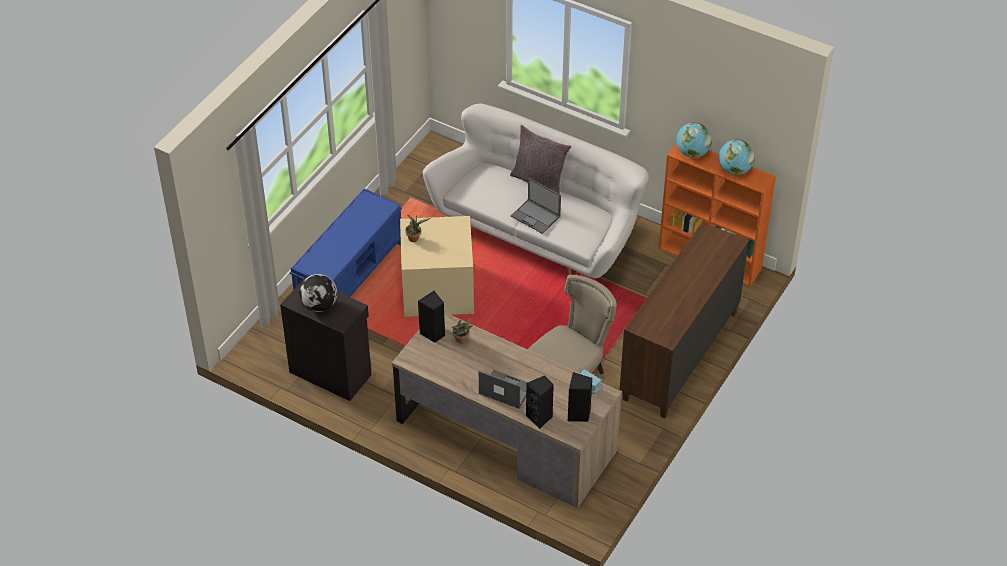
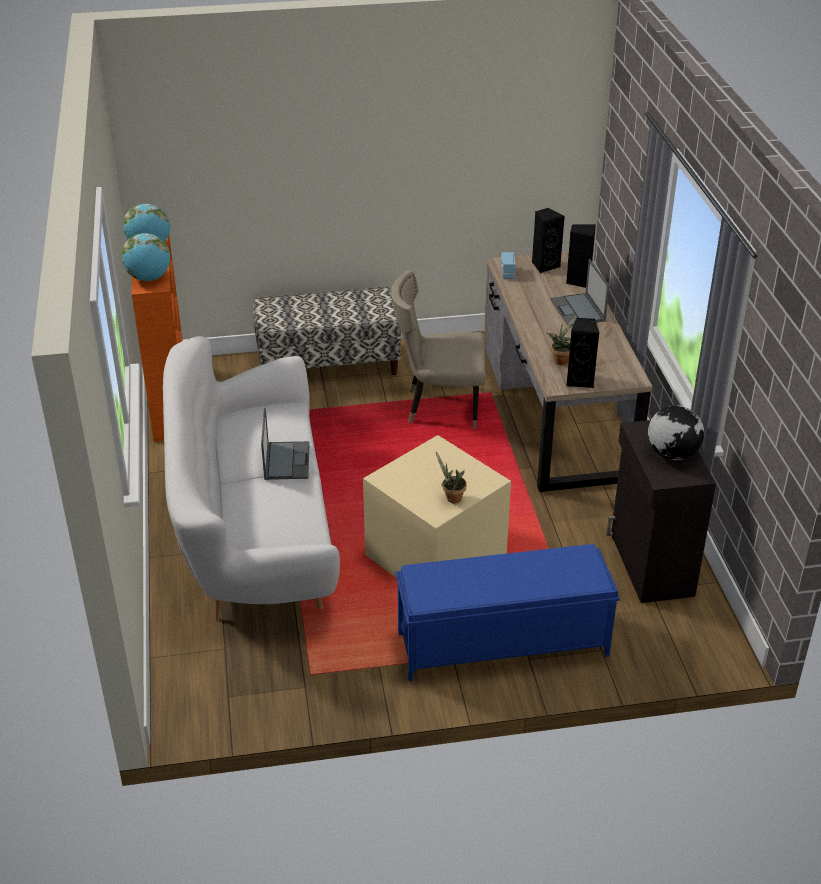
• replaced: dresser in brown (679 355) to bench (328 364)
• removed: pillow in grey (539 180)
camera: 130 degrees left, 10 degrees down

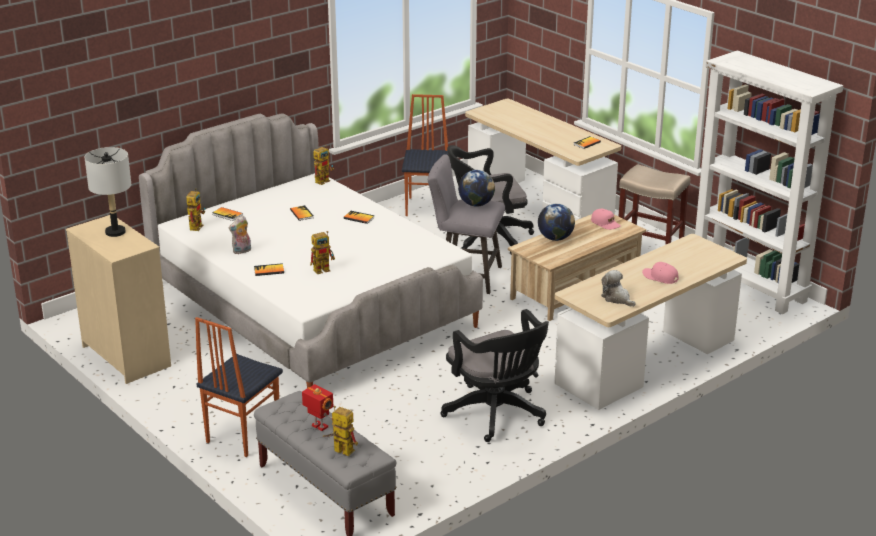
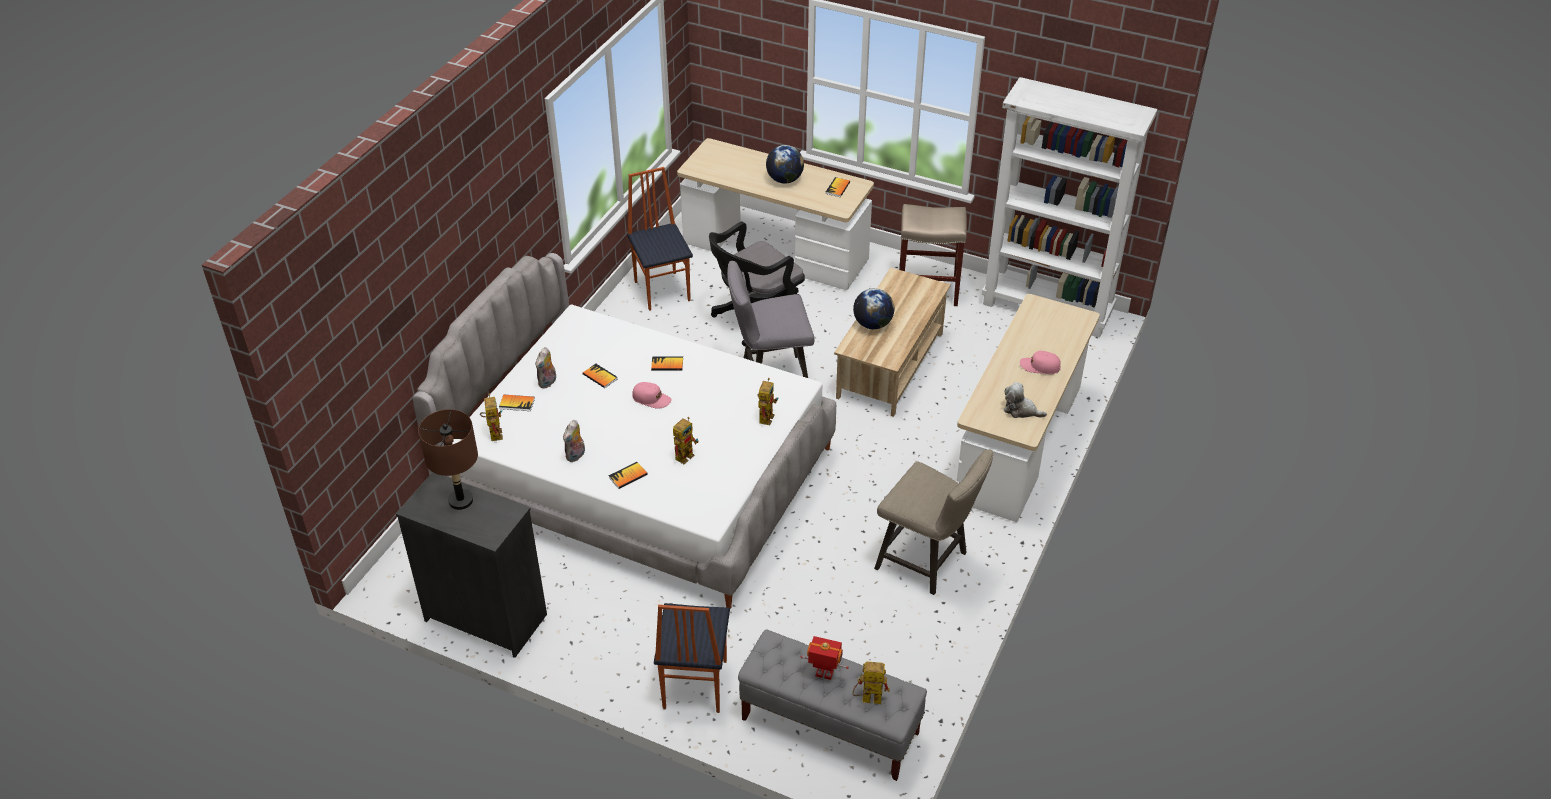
• recoloured: dresser in beige (127 356) to dresser in black (486 617)
• recoloured: table lamp in grey (115 232) to table lamp in brown (460 501)
• added: plush toy (548 383)
• moved: cap in pink (605 223) to (651 399)
• moved: toy robot (323 180) to (766 415)
• moved: globe (476 204) to (784 180)
• replaced: office chair in black (497 415) to stool in beige (927 562)
camera: 25 degrees left, 15 degrees up

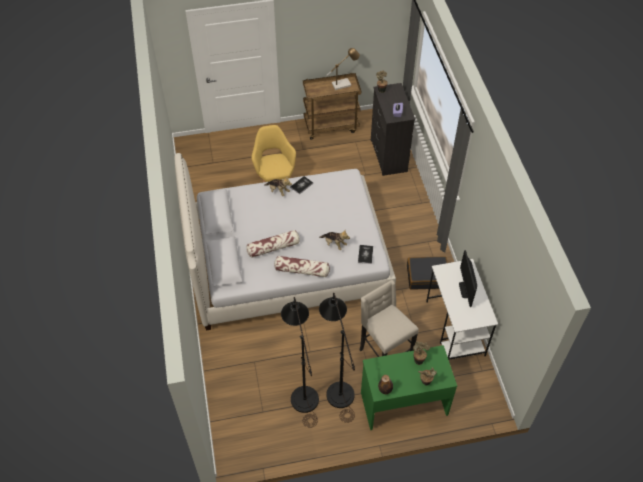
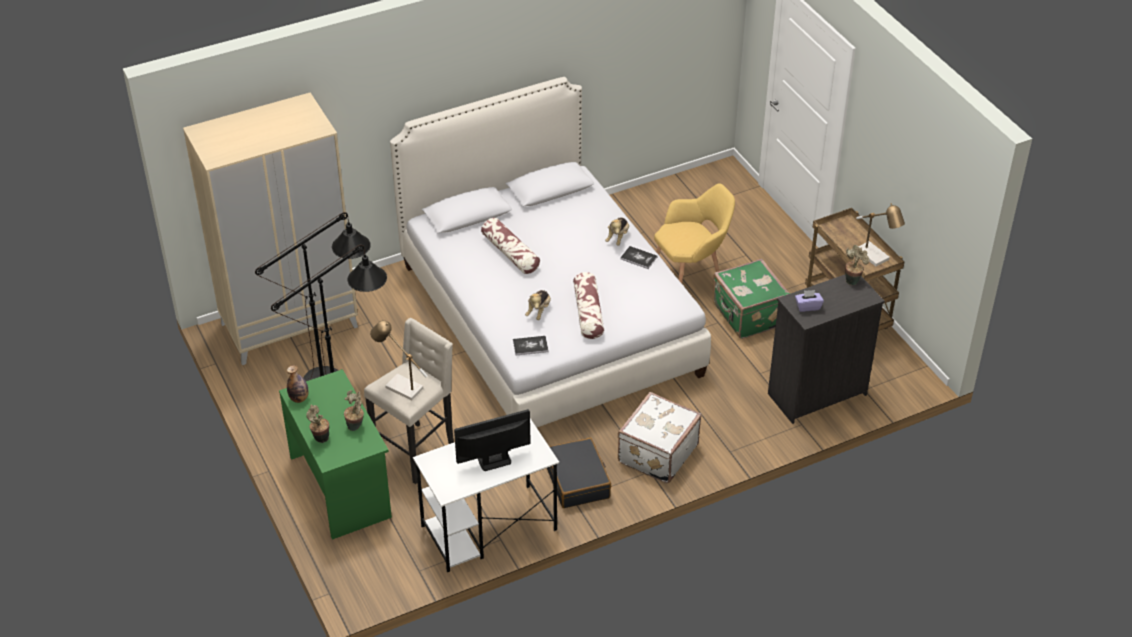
• added: wardrobe in beige (290 324)
• added: table lamp (399 386)
• moved: pillow (302 270) to (588 313)
• added: suitcase in white (656 453)
• added: suitcase in green (748 315)
camera: 75 degrees right, 10 degrees down

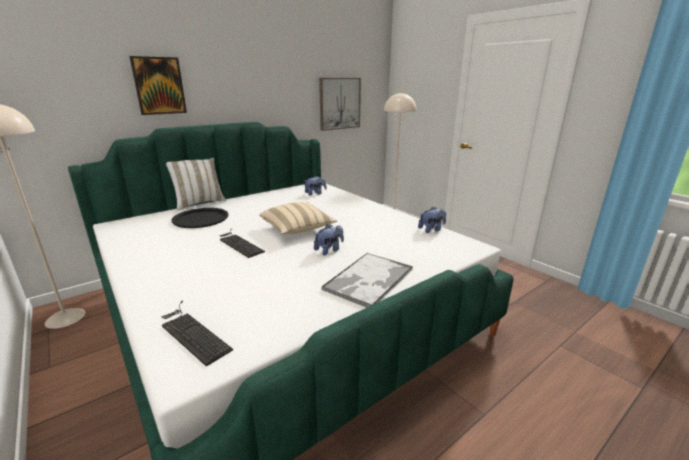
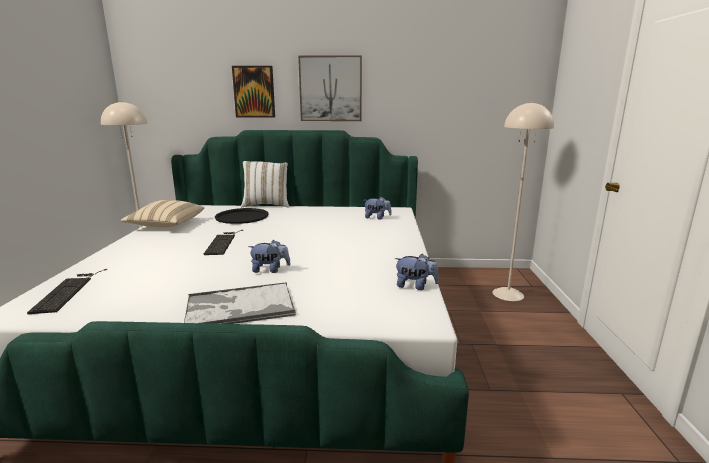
• moved: pillow in beige (297 229) to (166 225)
• moved: picture (339 103) to (330 89)
camera: 40 degrees right, 5 degrees down

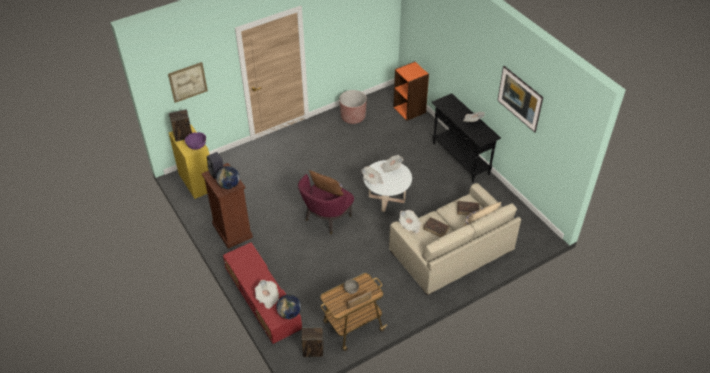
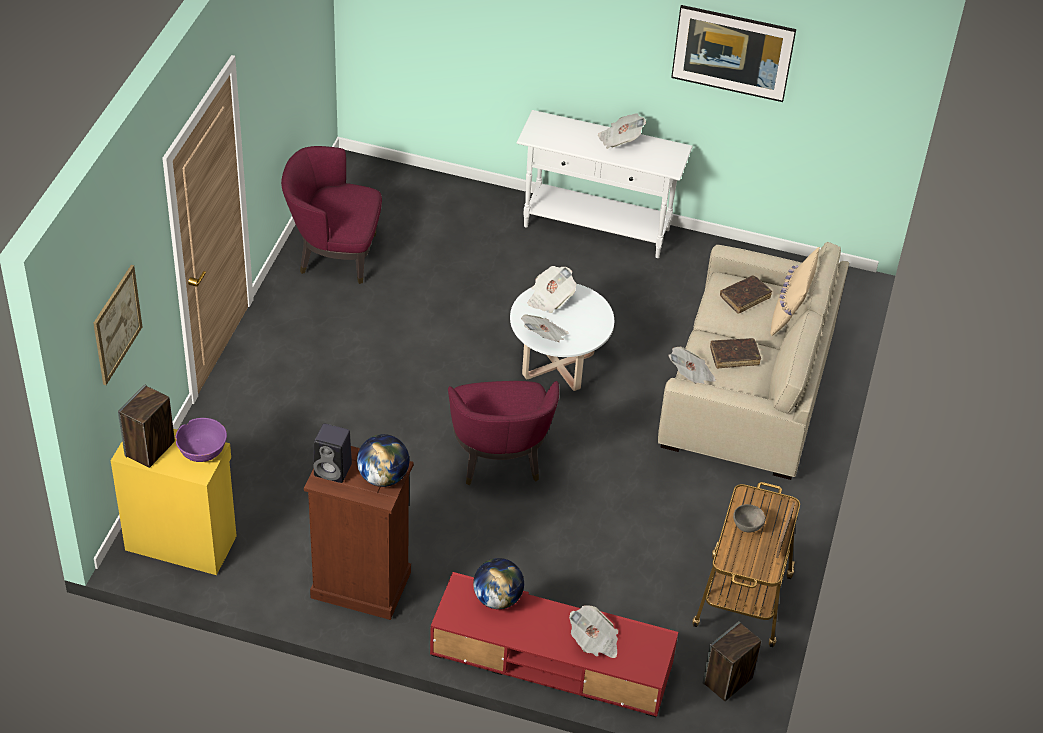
• replaced: planter in brown (353 117) to armchair in purple (334 255)
• moved: globe (289 313) to (497 598)
• recoloured: console table in black (460 159) to console table in white (597 228)
• removed: pillow in brown (327 194)
• removed: bookcase in orange (410 110)
camera: 45 degrees left, 0 degrees up

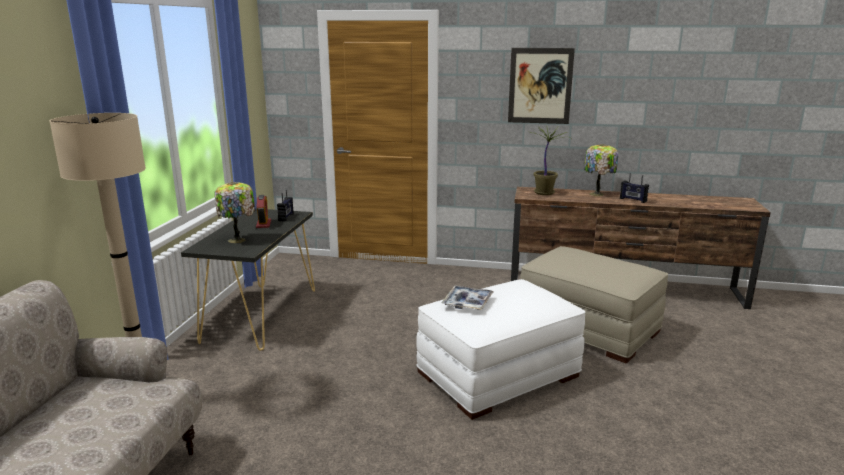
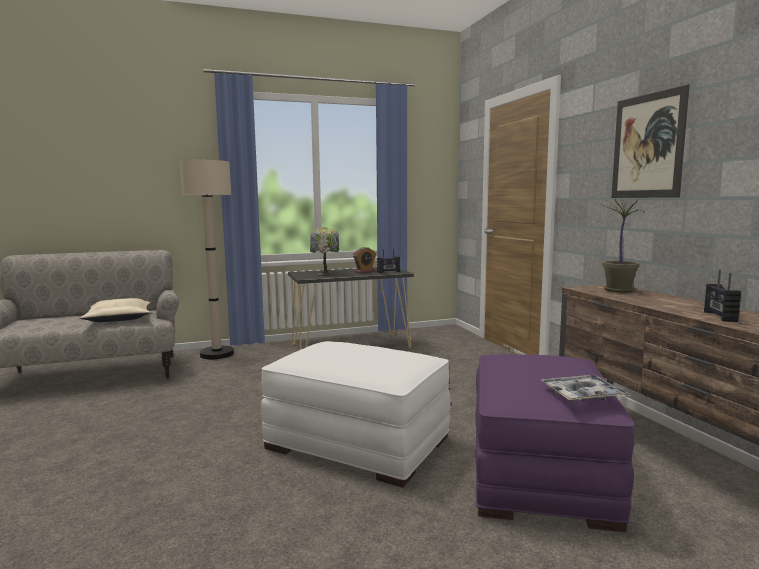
• added: pillow in beige (120 319)
• recoloured: ottoman in beige (588 327) to ottoman in purple (540 472)
• moved: tray (467 303) to (582 395)
• removed: table lamp (597 194)
camera: 60 degrees right, 10 degrees down

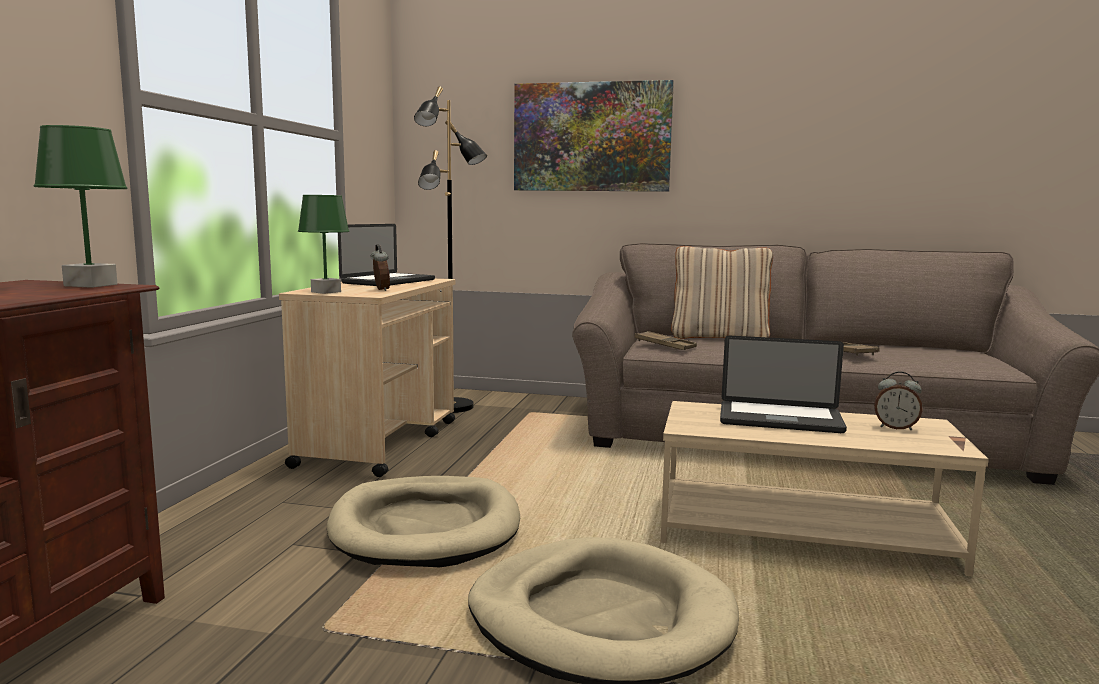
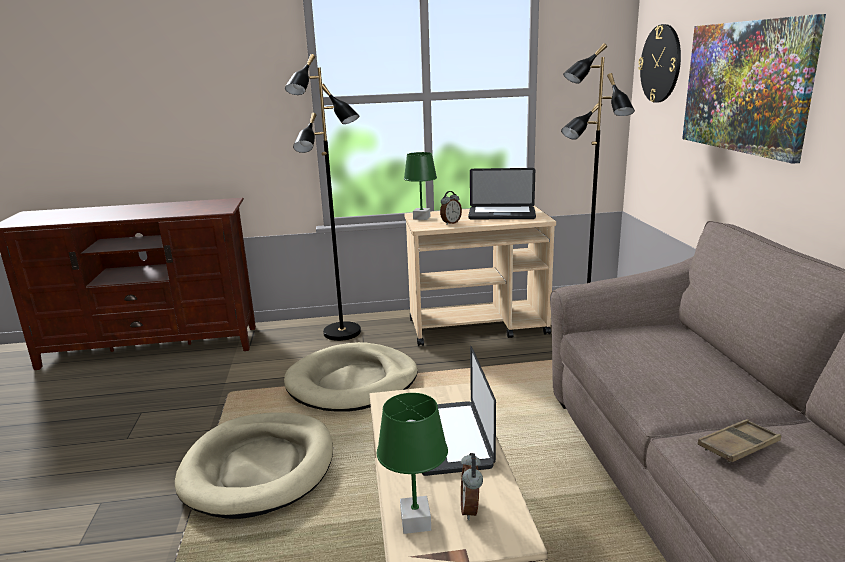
• added: floor lamp in black (342 333)
• moved: table lamp in green (92 285) to (416 522)
• added: wall clock (660 64)
• removed: tray in brown (665 345)
• removed: pillow in beige (719 338)
camera: 70 degrees right, 10 degrees up

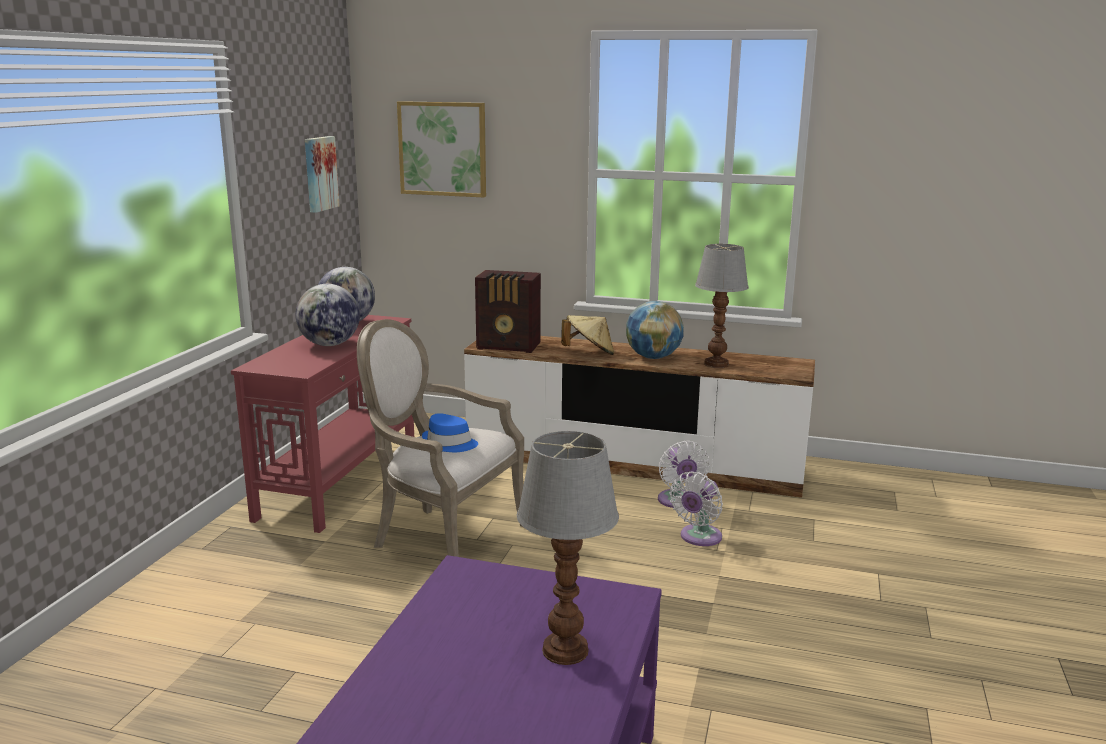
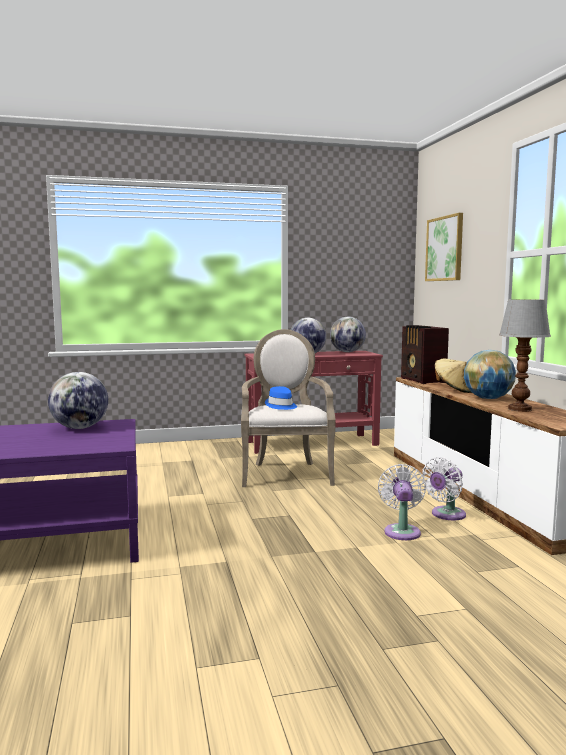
• added: globe (80 428)
• turned: fan in white (698 538) = (402 531) 90 degrees clockwise
• removed: picture (319 173)
• removed: table lamp (567 650)
camera: 60 degrees right, 10 degrees down

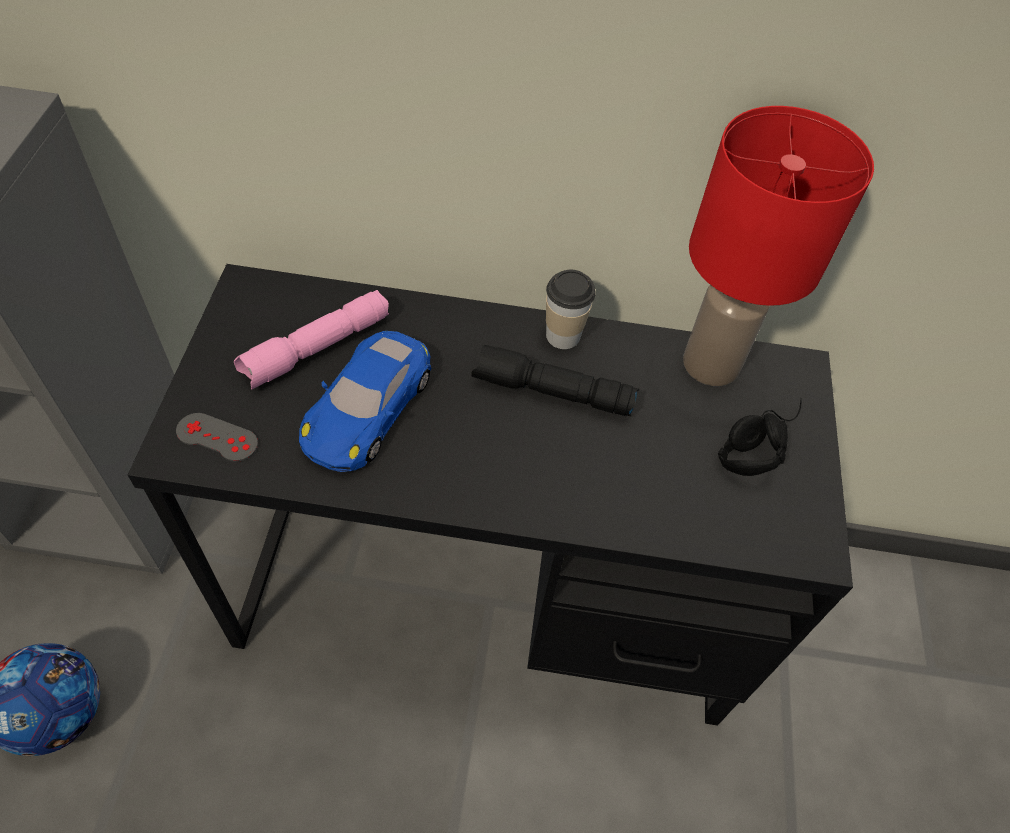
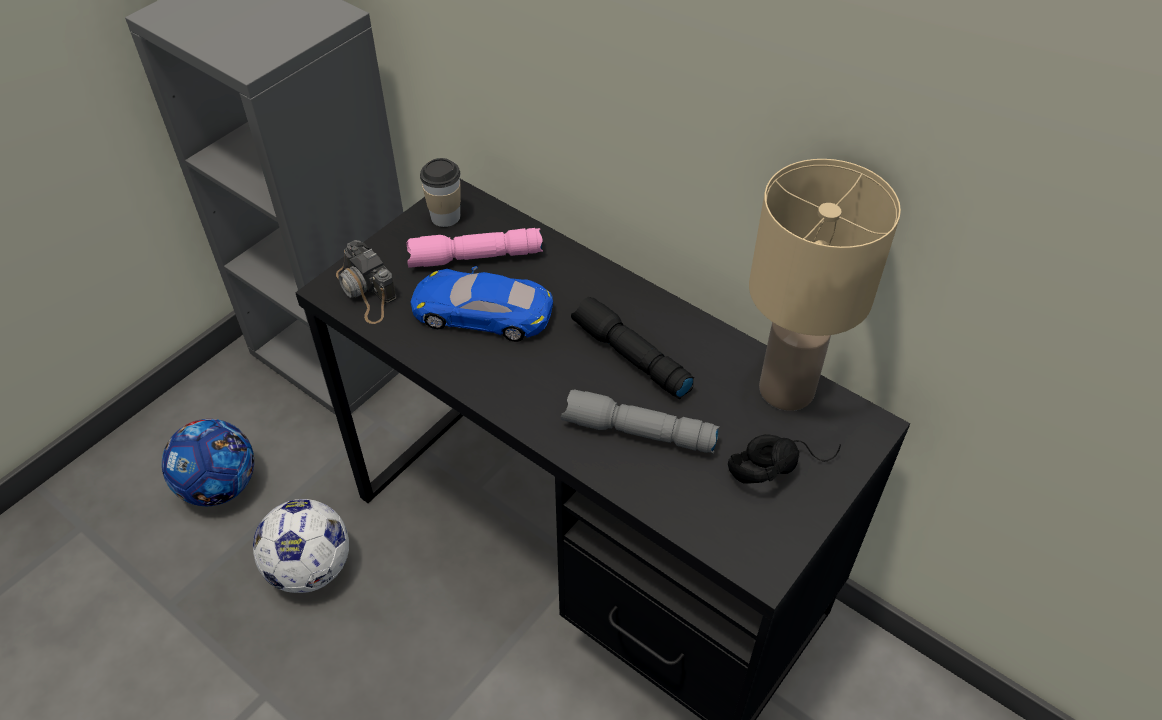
• added: football (311 568)
• replaced: game controller in grey (217 437) to photo camera (366 291)
• turned: toy car in blue (368 407) = (482 312) 45 degrees clockwise
• moved: cup (563 335) to (445 216)
• added: flashlight in grey (637 433)
• recoloured: table lamp in red (712 365) to table lamp in beige (787 391)
camera: 35 degrees right, 5 degrees down

